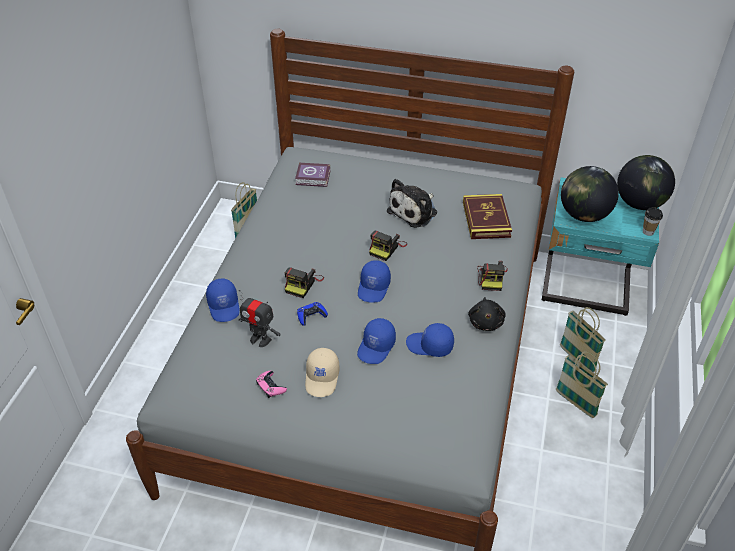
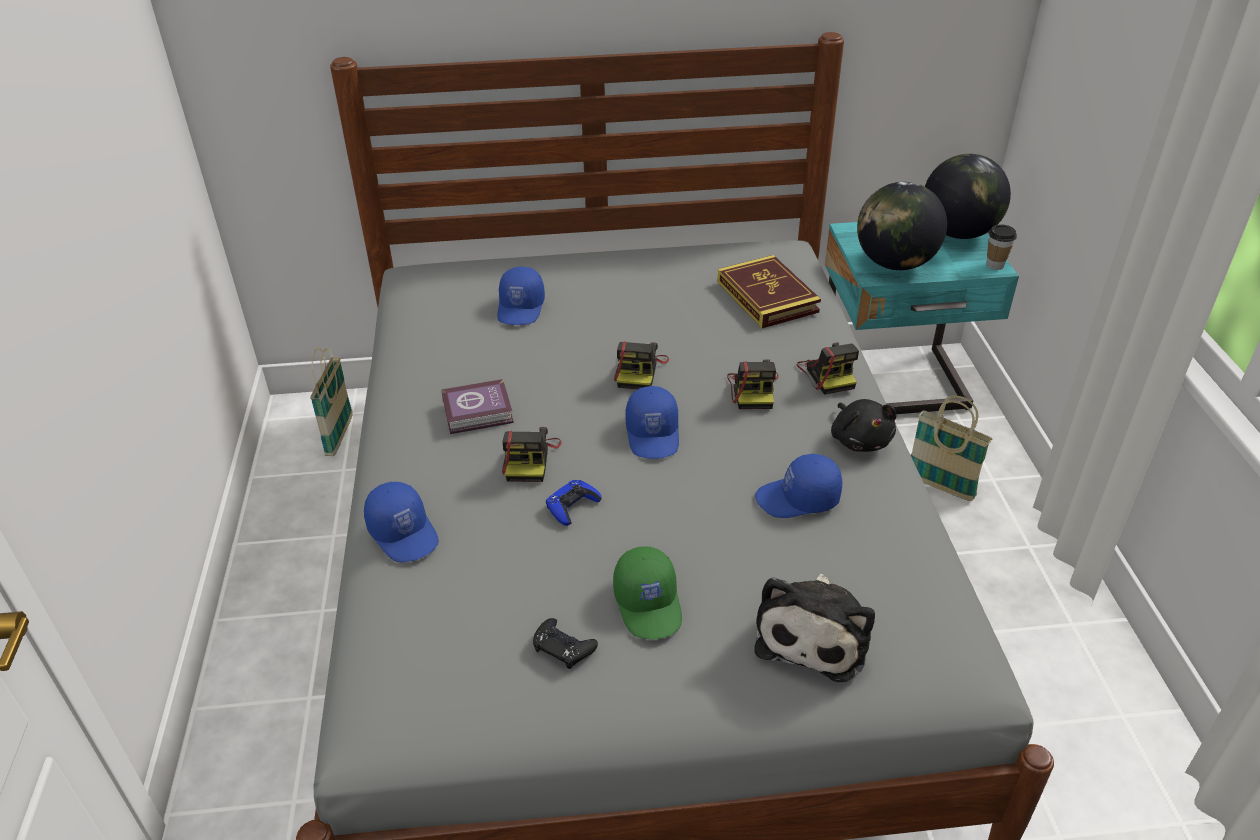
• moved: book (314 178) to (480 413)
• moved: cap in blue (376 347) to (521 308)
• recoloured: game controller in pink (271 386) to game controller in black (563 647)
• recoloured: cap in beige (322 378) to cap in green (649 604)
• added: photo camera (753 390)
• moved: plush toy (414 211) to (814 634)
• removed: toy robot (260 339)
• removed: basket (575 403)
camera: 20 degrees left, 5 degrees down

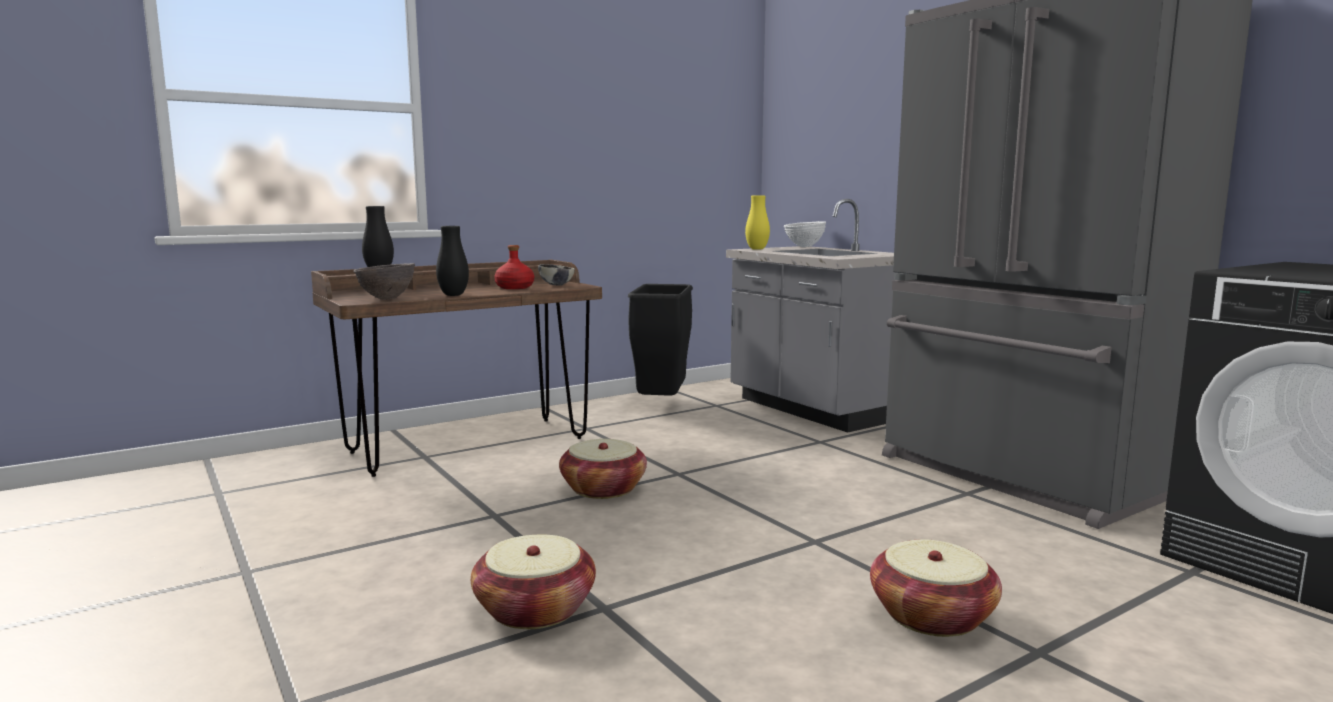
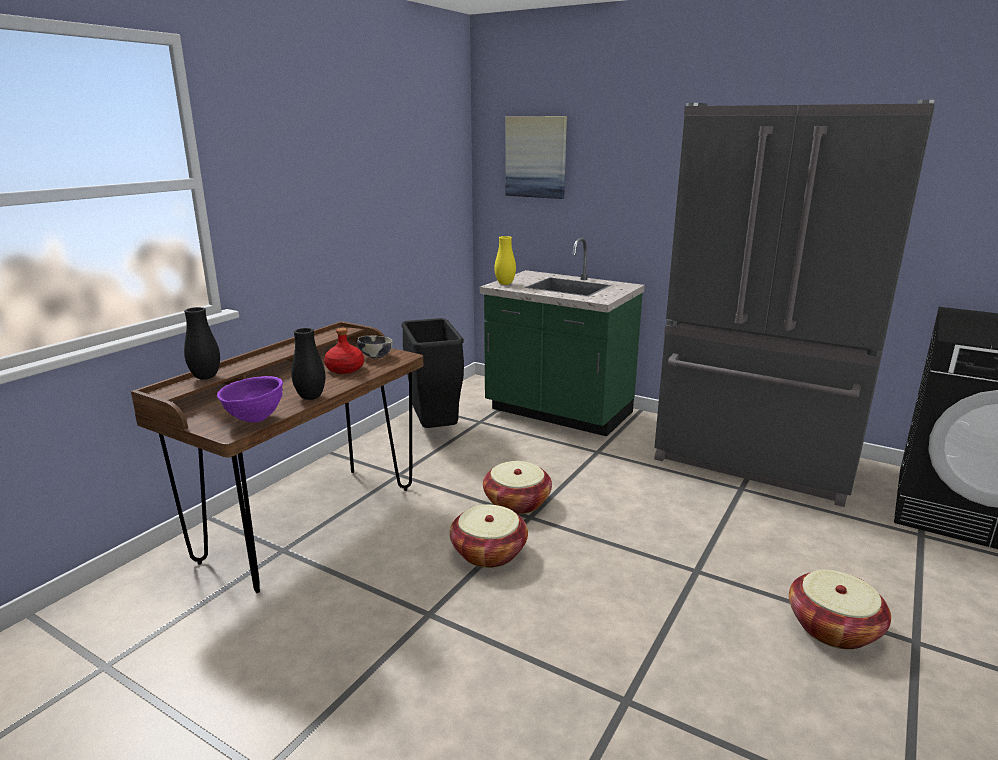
• recoloured: bowl in brown (386 299) to bowl in purple (254 420)
• recoloured: counter in grey (813 409) to counter in green (558 413)
• moved: basket (535 609) to (517 502)
• added: picture (536 157)
• removed: bowl in white (804 247)
camera: 25 degrees left, 10 degrees up

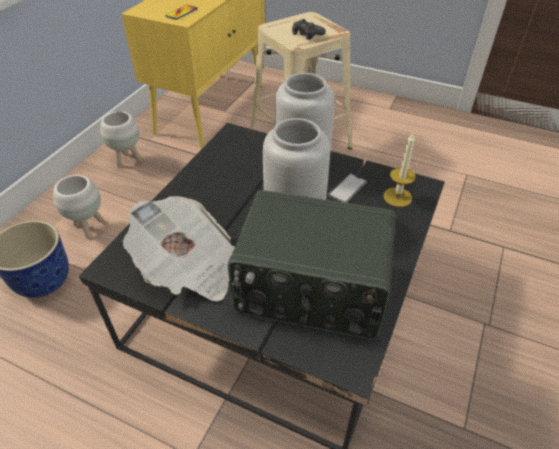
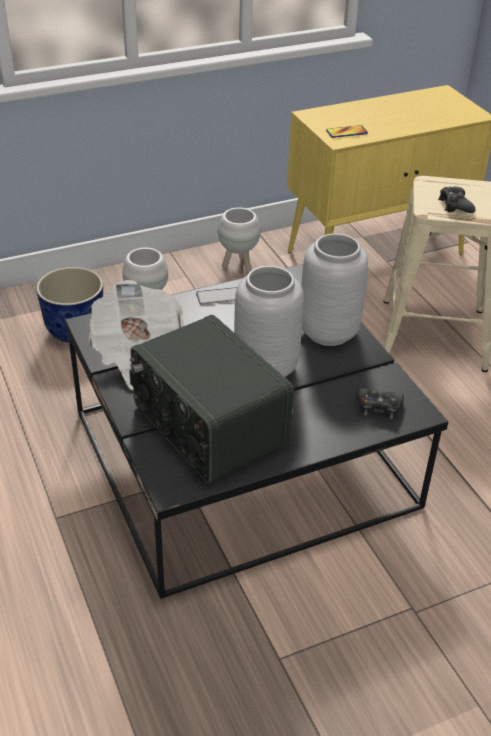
• moved: phone (347 188) to (219 296)
• replaced: candle (397 197) to game controller in black (378 407)
camera: 40 degrees right, 5 degrees down

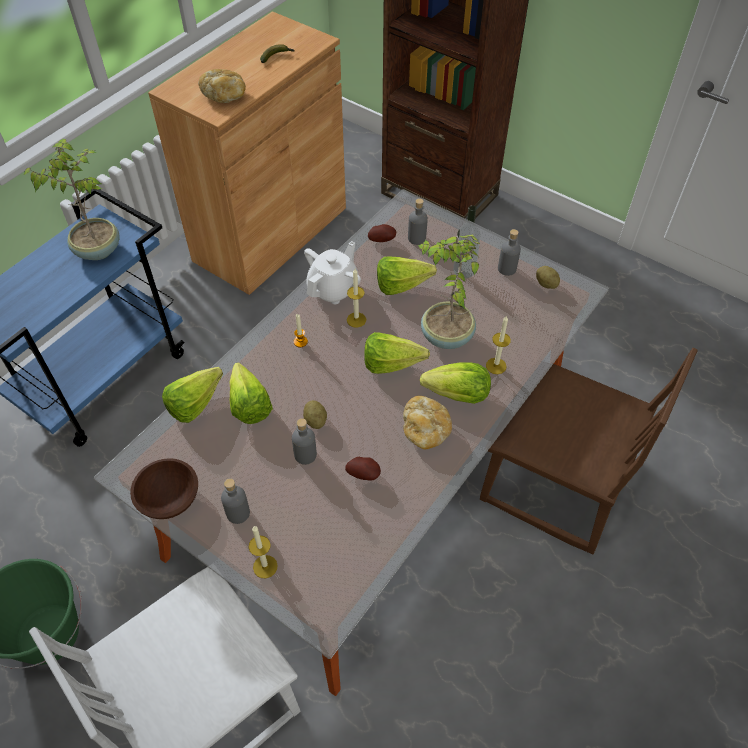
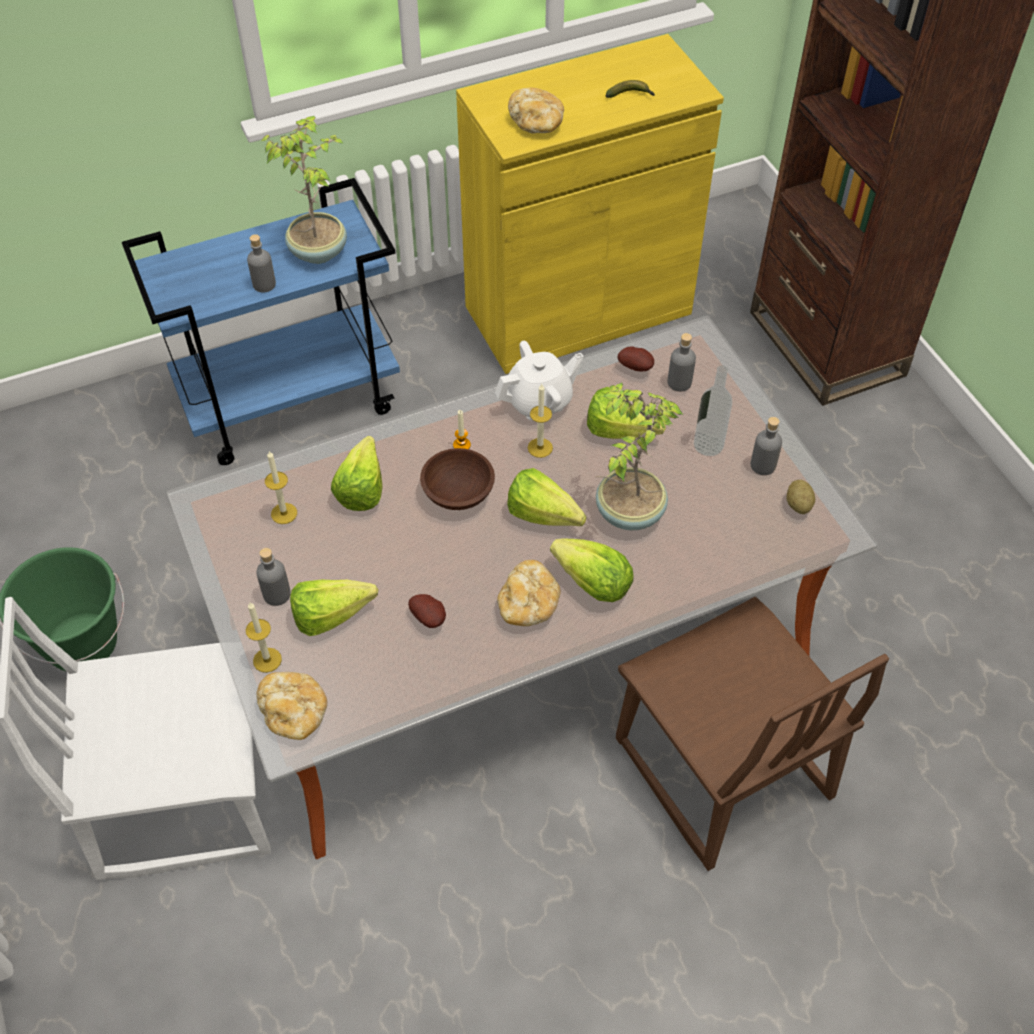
• moved: bottle in grey (305 455) to (264 284)
• added: bread (294 713)
• moved: candle (496 366) to (284 513)
• moved: lettuce (200 402) to (338 616)
• moved: bowl in brown (168 499) to (457 492)
• recoloured: cabinet in brown (271 234) to cabinet in yellow (578 310)
• removed: potato (315 420)
camera: 30 degrees right, 0 degrees up

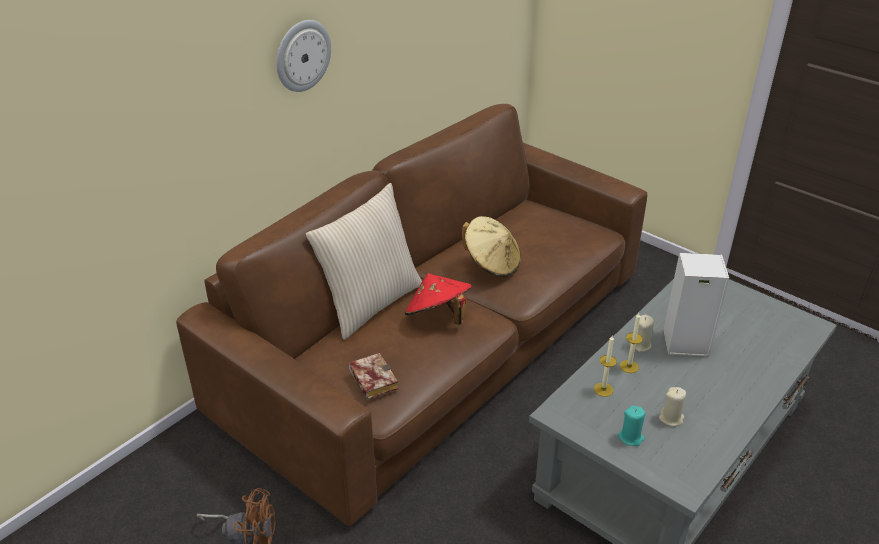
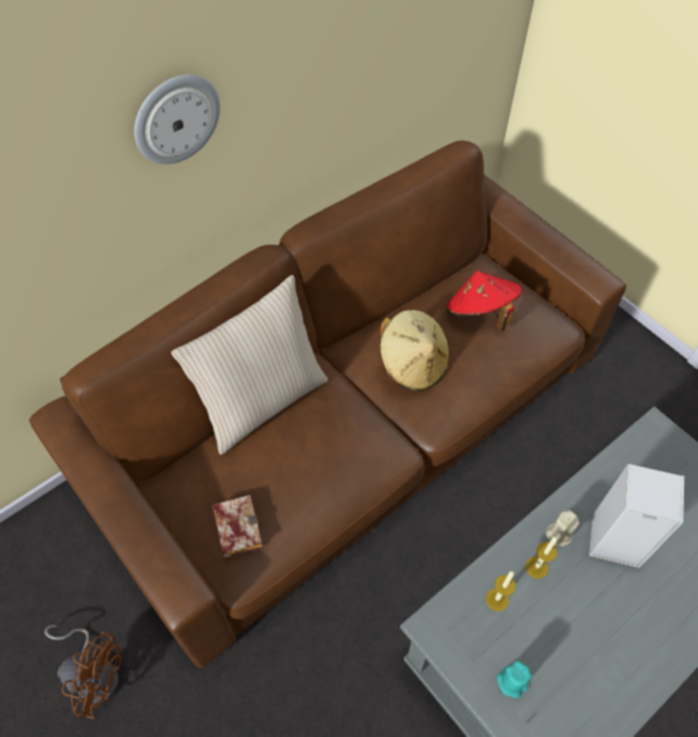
• moved: hat in red (438 317) to (480 313)
• removed: candle in beige (671 418)
camera: 10 degrees right, 20 degrees up

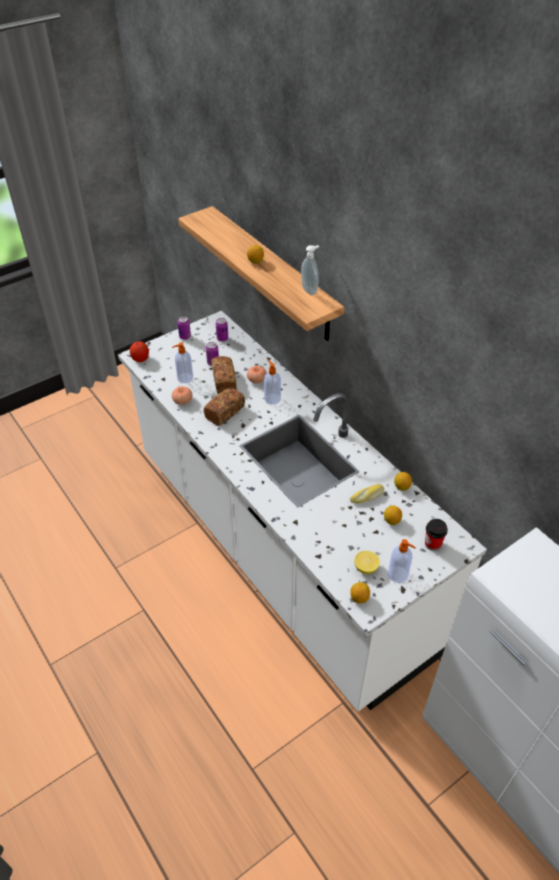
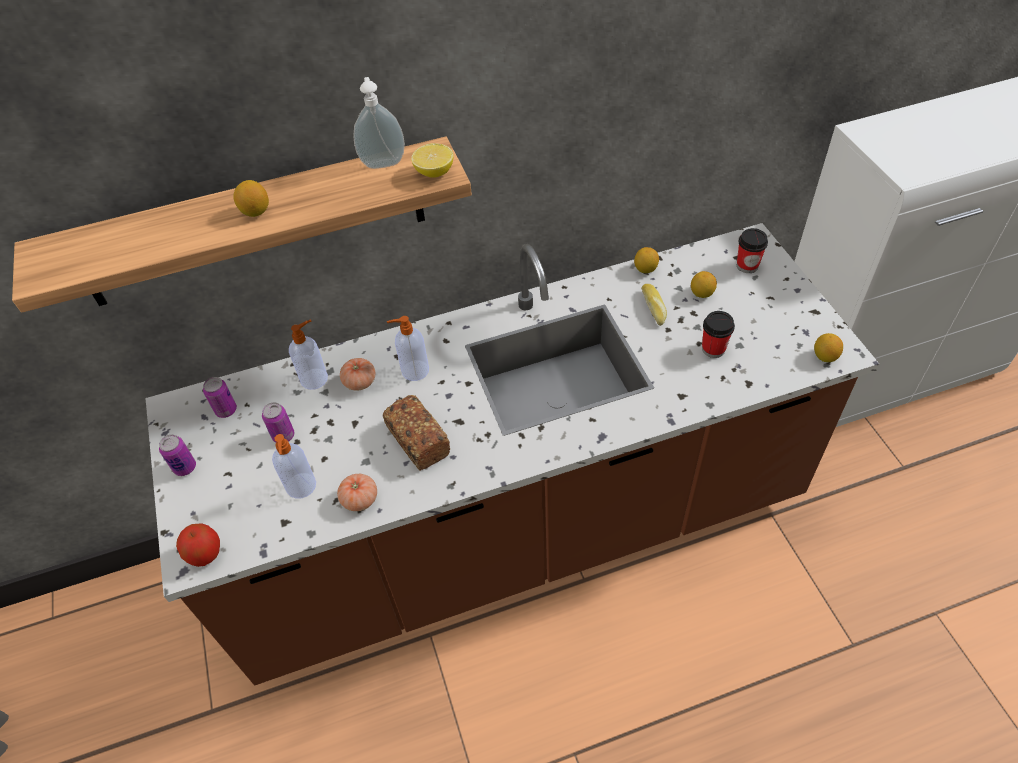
• recoloured: counter in white (279 549) to counter in brown (520 529)
• moved: soap dispenser (398 575) to (315 378)
• moved: lemon (366 567) to (434 172)
• added: cup (713 349)
• removed: bread (224 381)
camera: 70 degrees left, 5 degrees up

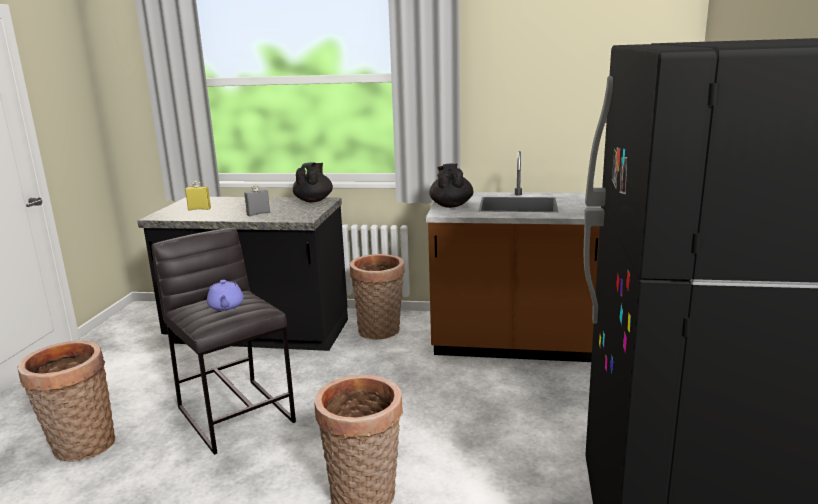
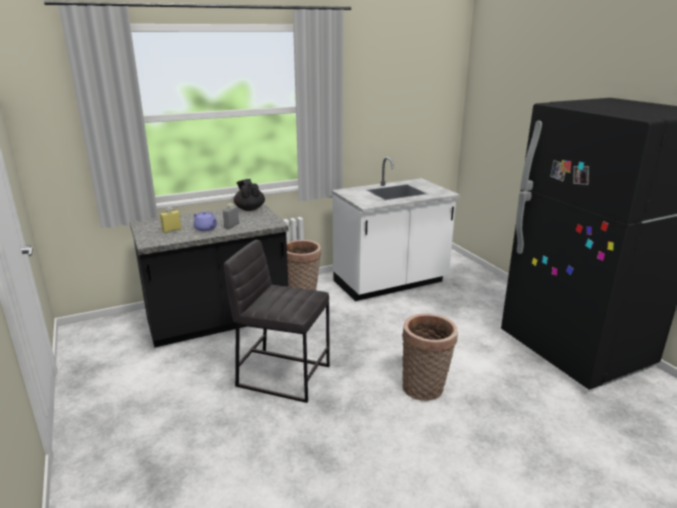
• moved: teapot in purple (226 306) to (206 229)
• recoloured: counter in brown (512 345) to counter in white (390 283)
• removed: basket (80 447)
• removed: teapot in black (451 205)
camera: 35 degrees left, 5 degrees up

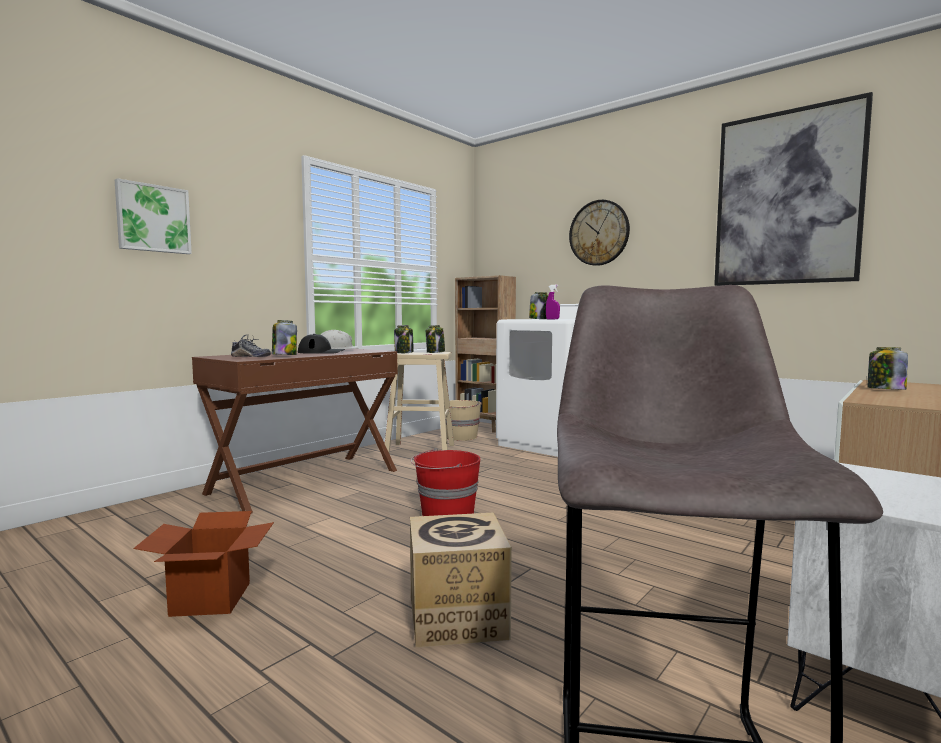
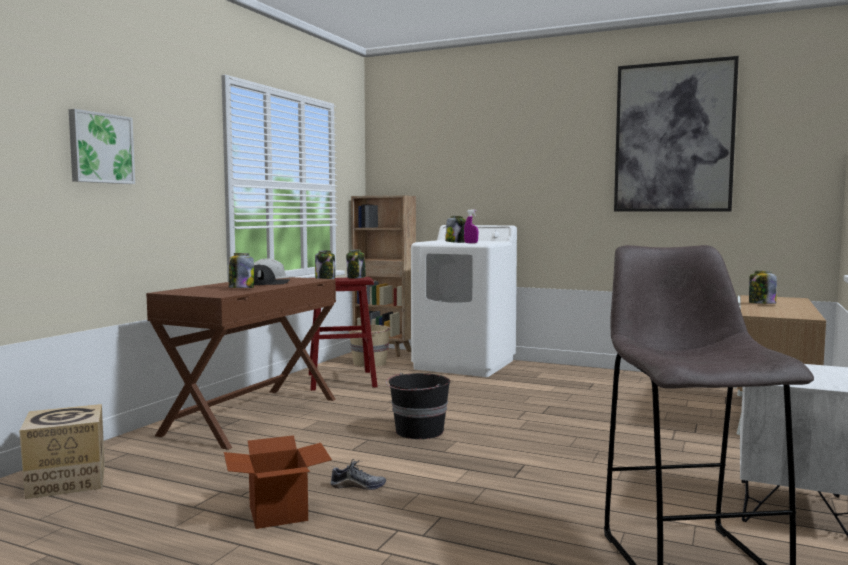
• moved: cardboard box (457 617) to (66 481)
• recoloured: stool in beige (420 452) to stool in red (341 380)
• moved: shoe (251 357) to (358 486)
• recoloured: bucket in red (446 513) to bucket in black (418 431)
• removed: wall clock (599 233)
camera: 15 degrees left, 0 degrees up

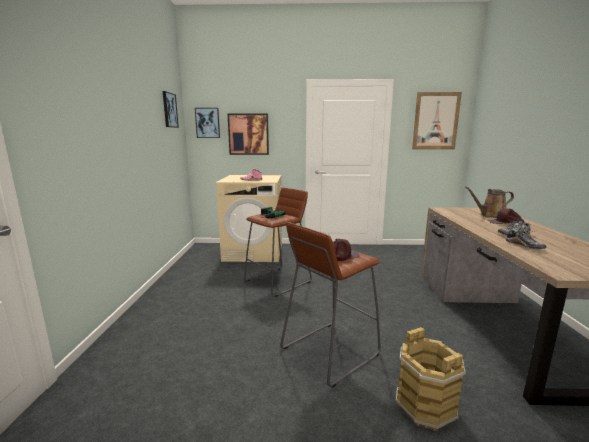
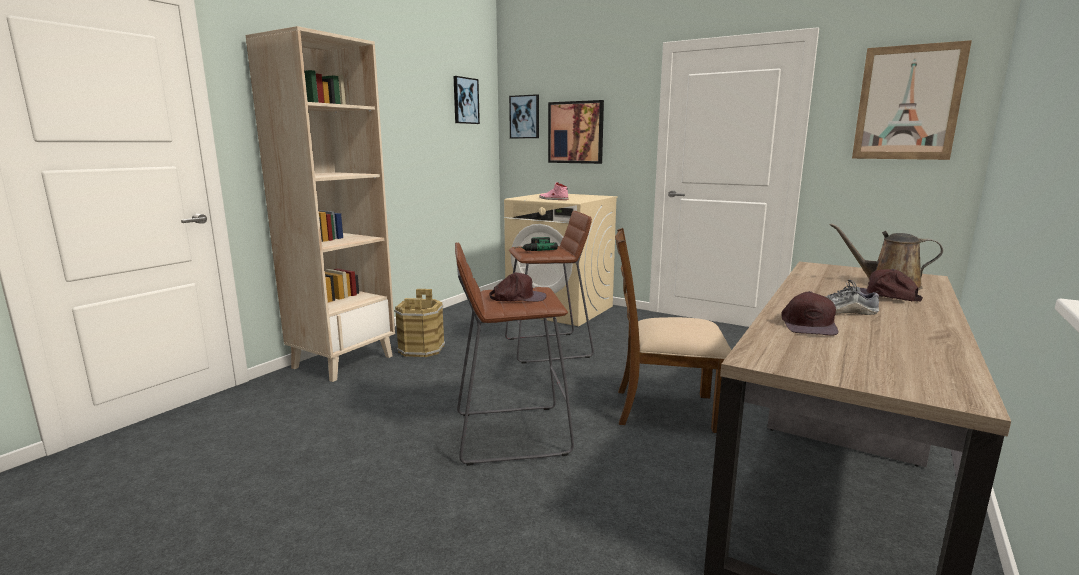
• added: bookcase in beige (343 361)
• moved: bucket in brown (425 405) to (422 349)
• added: chair in brown (664 409)
• replaced: shoe (524 245) to cap in brown (808 325)
camera: 30 degrees right, 0 degrees up

